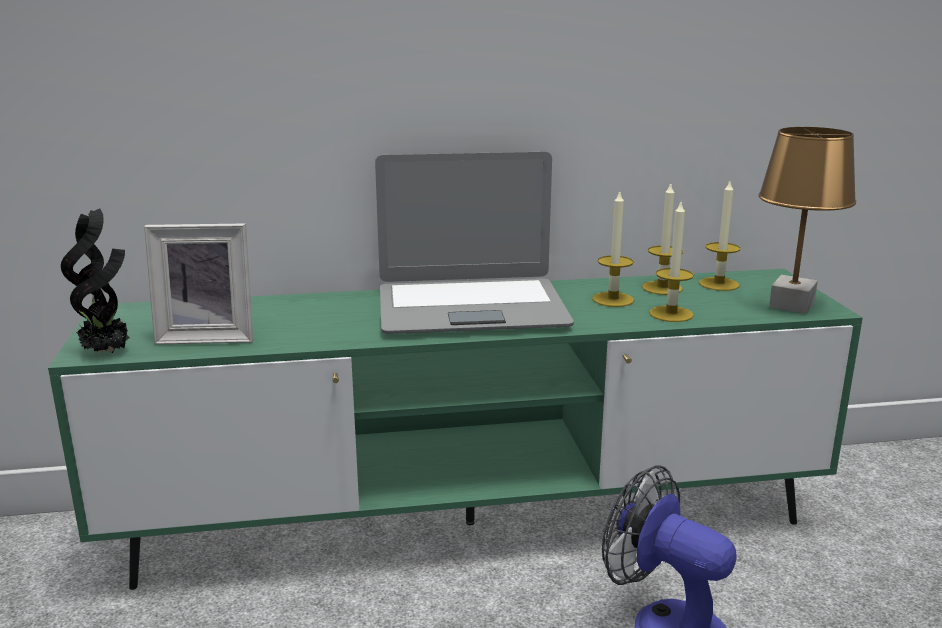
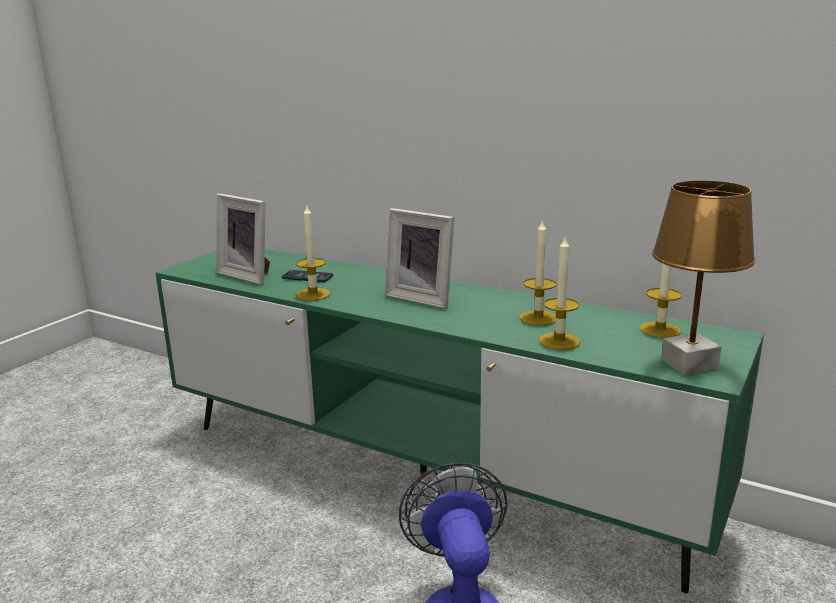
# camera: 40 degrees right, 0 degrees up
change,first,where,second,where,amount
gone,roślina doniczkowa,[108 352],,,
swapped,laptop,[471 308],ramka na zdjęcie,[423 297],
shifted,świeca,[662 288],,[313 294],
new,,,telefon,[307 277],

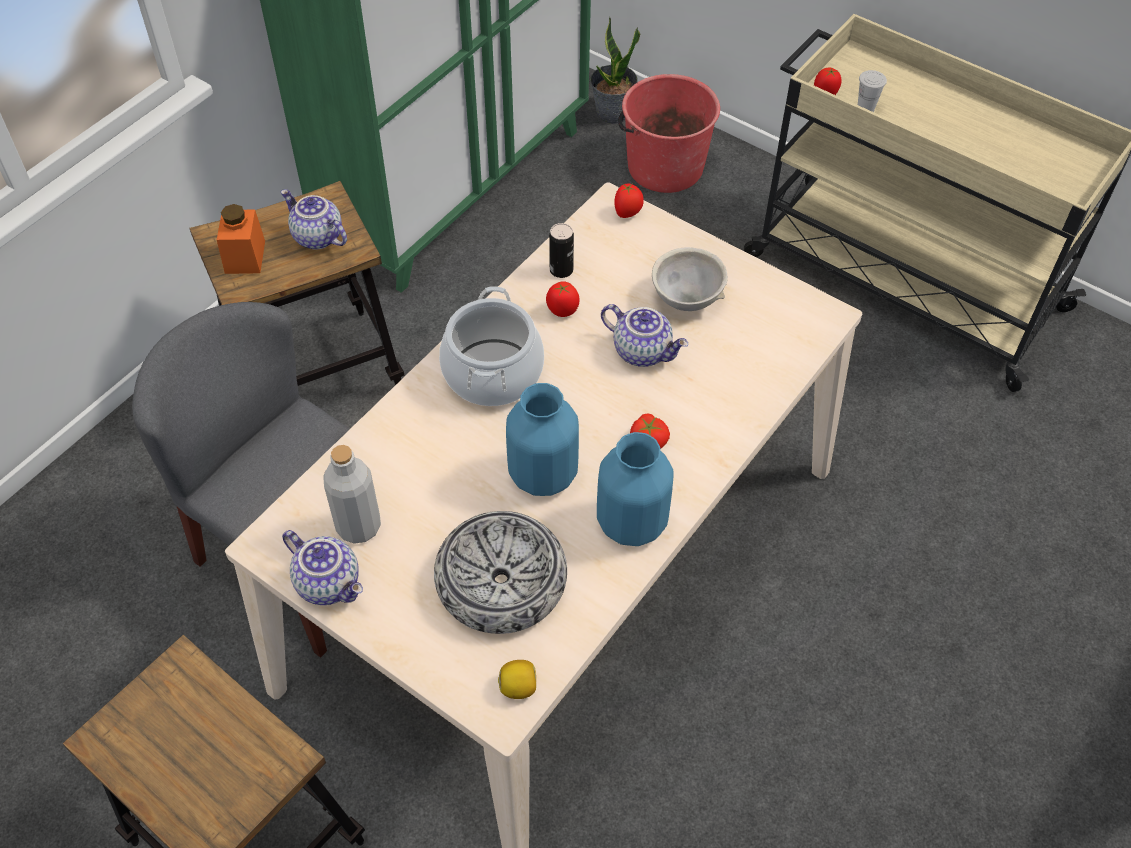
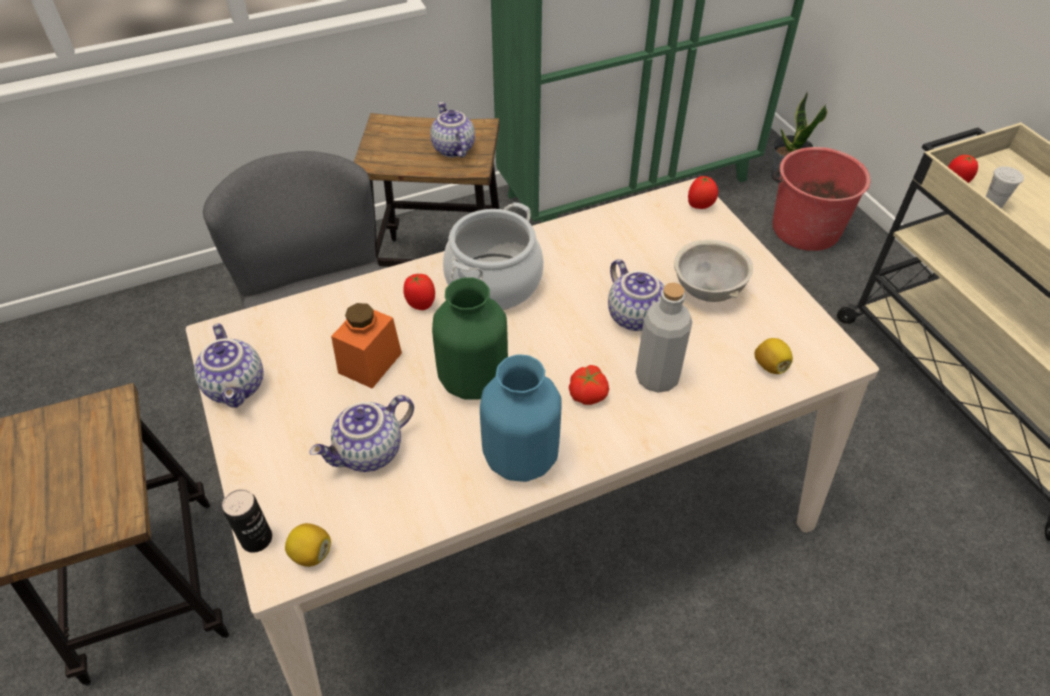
# camera: 30 degrees right, 5 degrees down
change,first,where,second,where,amount
shifted,słoik [pomarańczowy],[245 257],,[370 363],
shifted,butelka [szary],[358 526],,[657 377],
swapped,miska,[501 581],imbryk,[370 453],
repainted,wazon [niebieski],[543 473],wazon [zielony],[474 379],
shifted,pomidor,[562 311],,[420 304],
shifted,puszka,[561 270],,[256 539],
new,,,cytryna,[770 366],

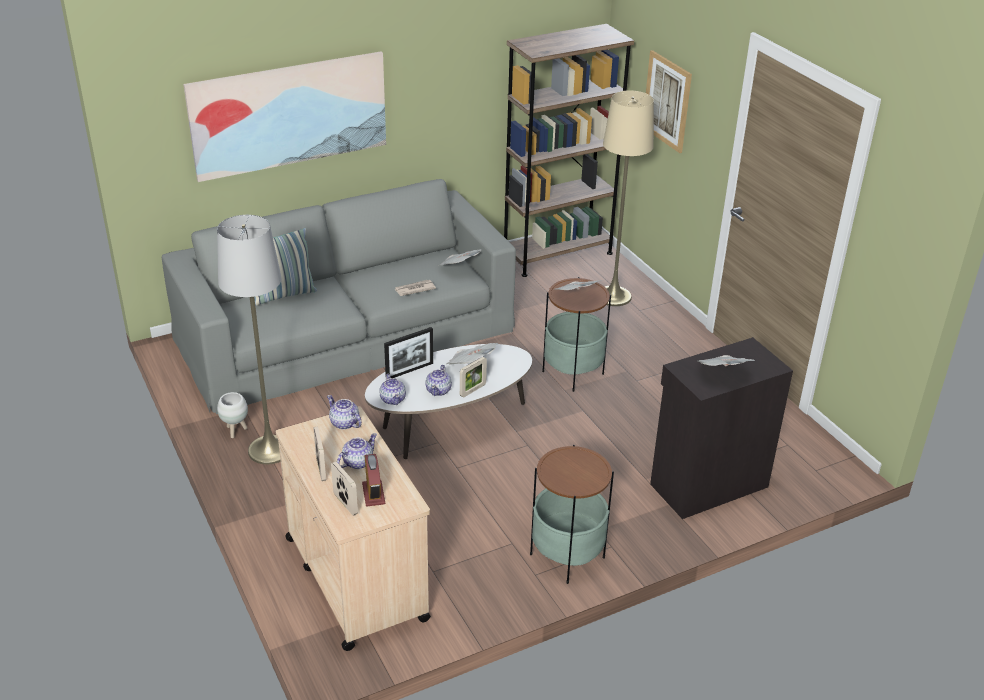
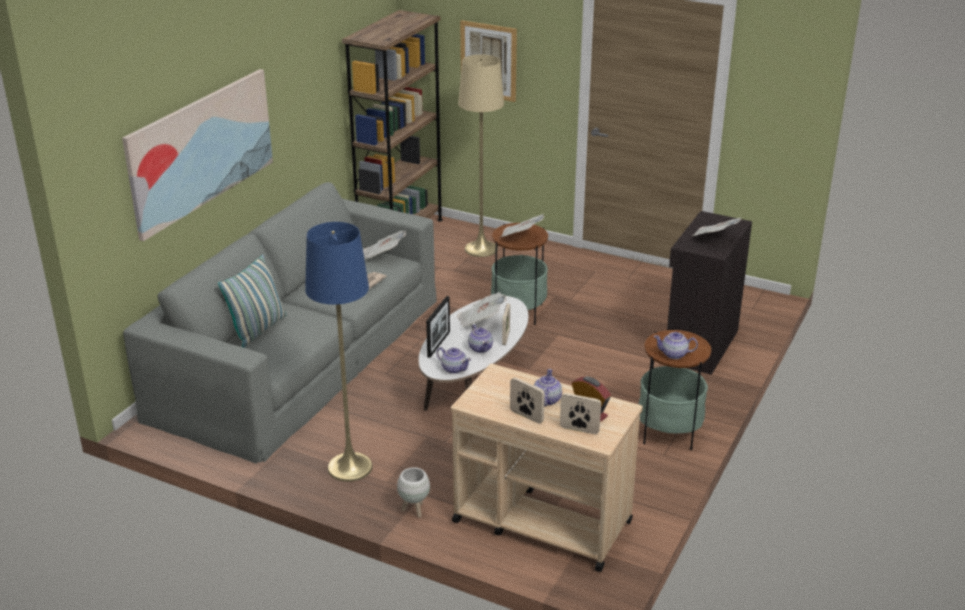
# camera: 35 degrees left, 5 degrees down
change,first,where,second,where,amount
repainted,lampa stojąca [szary],[270 450],lampa stojąca [niebieski],[350 467],
shifted,donica [biały],[235 431],,[414 510],
shifted,imbryk,[344 423],,[674 354],

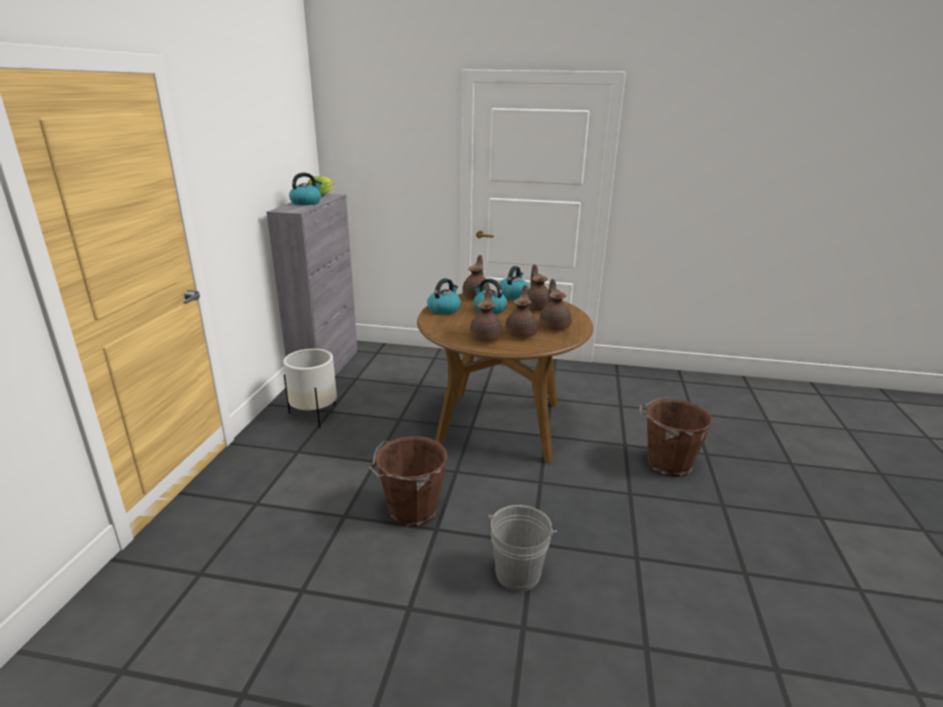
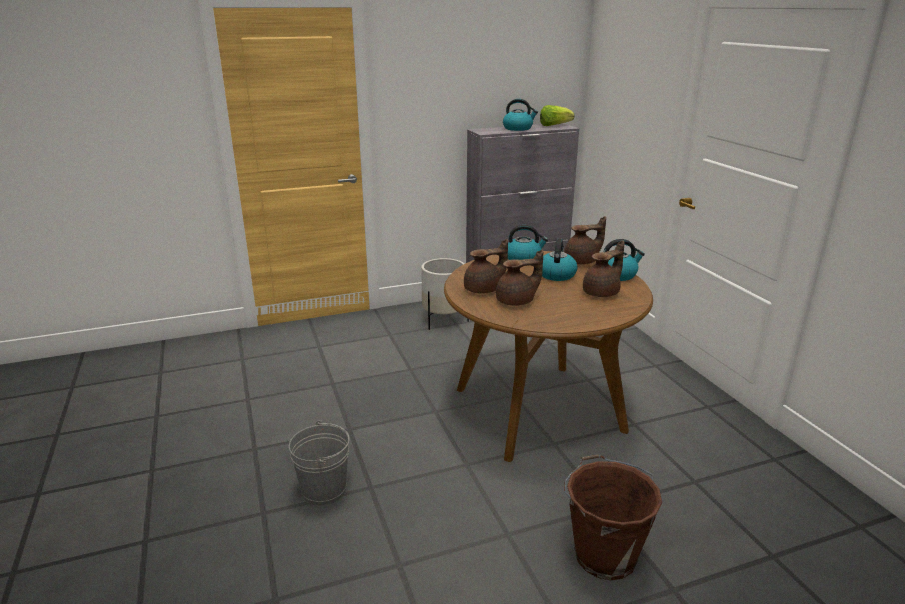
# camera: 60 degrees right, 0 degrees up
change,first,where,second,where,amount
gone,wiadro [brązowy],[411 511],,,
gone,imbryk [brązowy],[554 326],,,

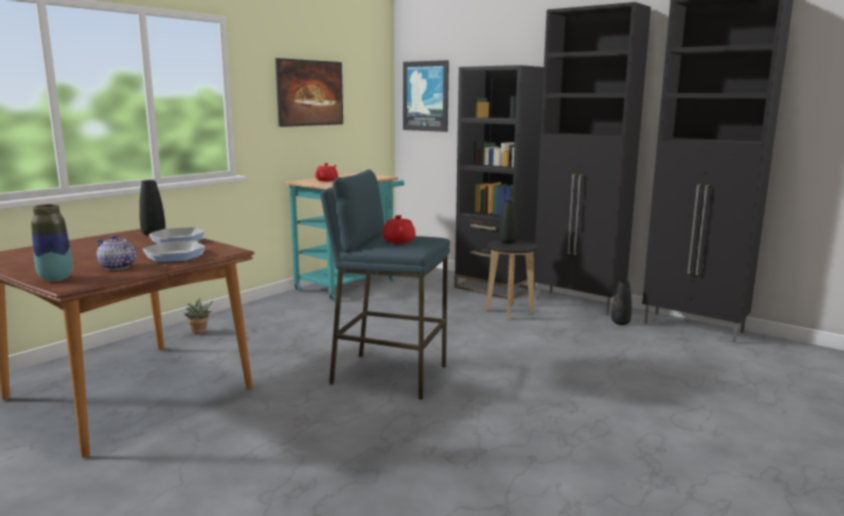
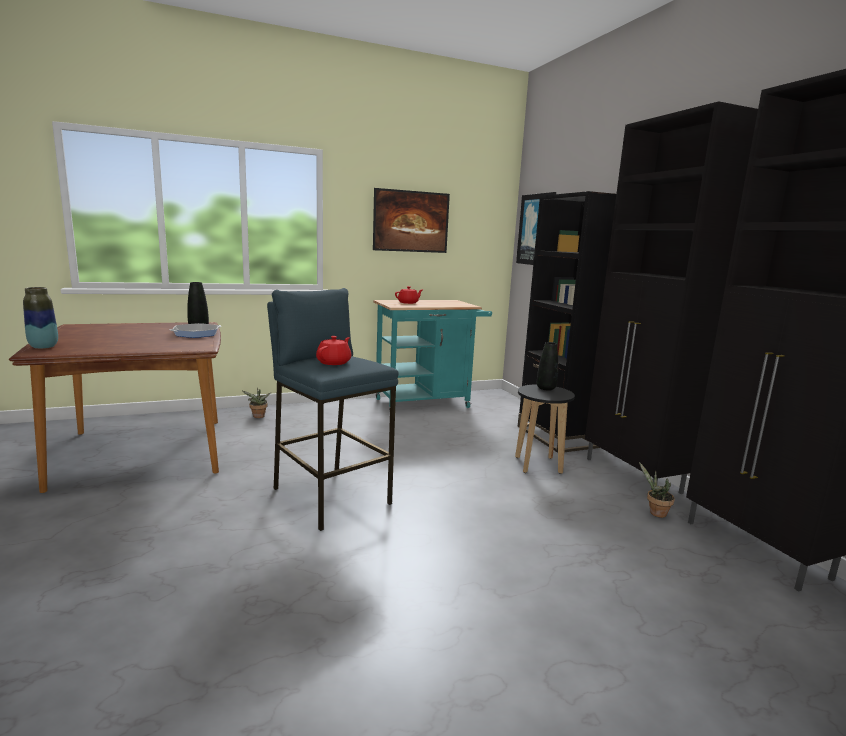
# camera: 30 degrees right, 0 degrees up
change,first,where,second,where,amount
gone,imbryk,[117 267],,,
gone,patelnia,[175 256],,,
swapped,wazon [czarny],[620 323],roślina doniczkowa,[655 513],

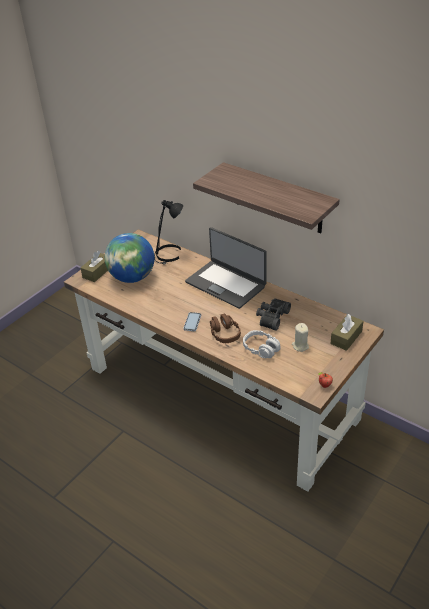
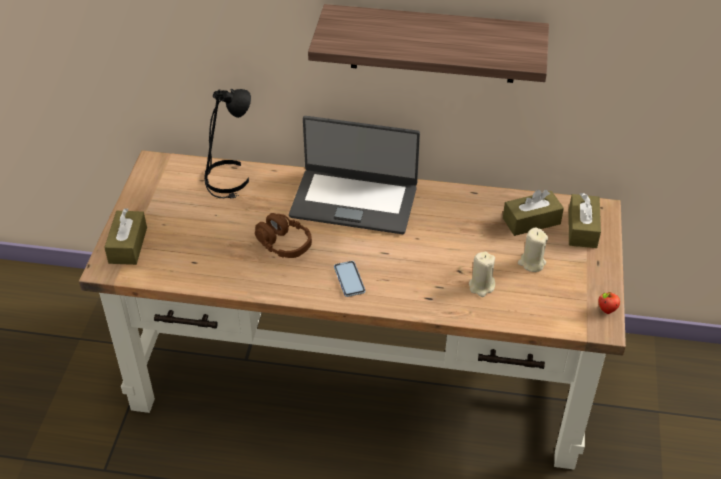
# camera: 30 degrees left, 5 degrees up
change,first,where,second,where,amount
gone,globus,[132 277],,,
shifted,słuchawki [brązowy],[225 334],,[284 244],
swapped,słuchawki [szary],[261 349],świeca [beżowy],[481 286],
gone,lornetka [czarny],[271 317],,,
new,,,pudełko chusteczek [brązowy],[531 221],

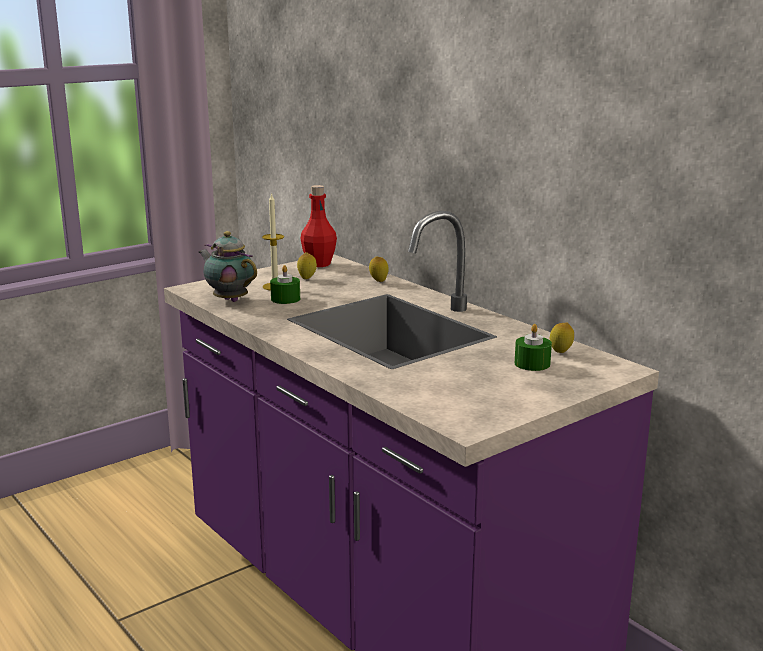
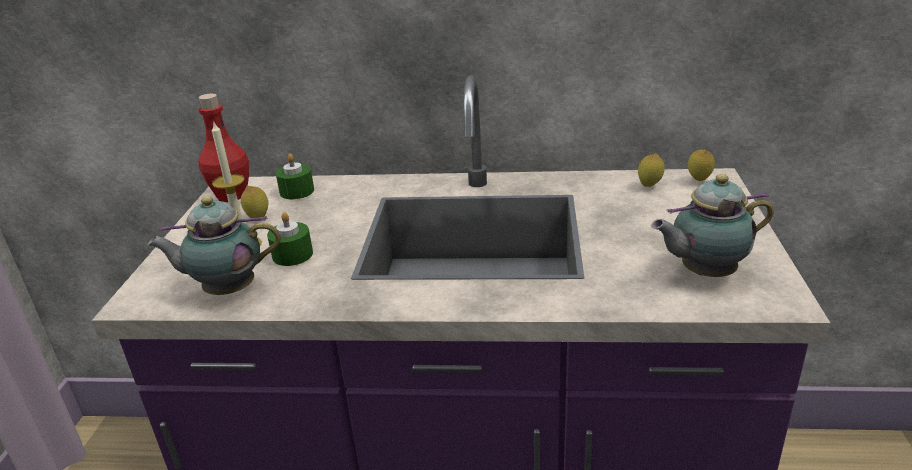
# camera: 45 degrees left, 10 degrees up
change,first,where,second,where,amount
shifted,cytryna,[378 281],,[699 180],
shifted,świeca [zielony],[532 364],,[297 191],
new,,,imbryk,[704 273],

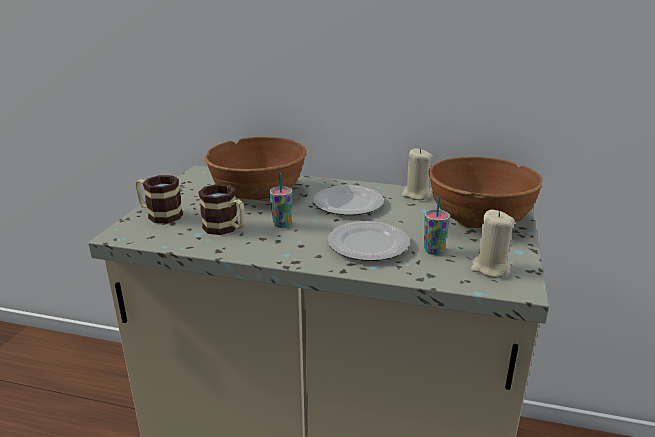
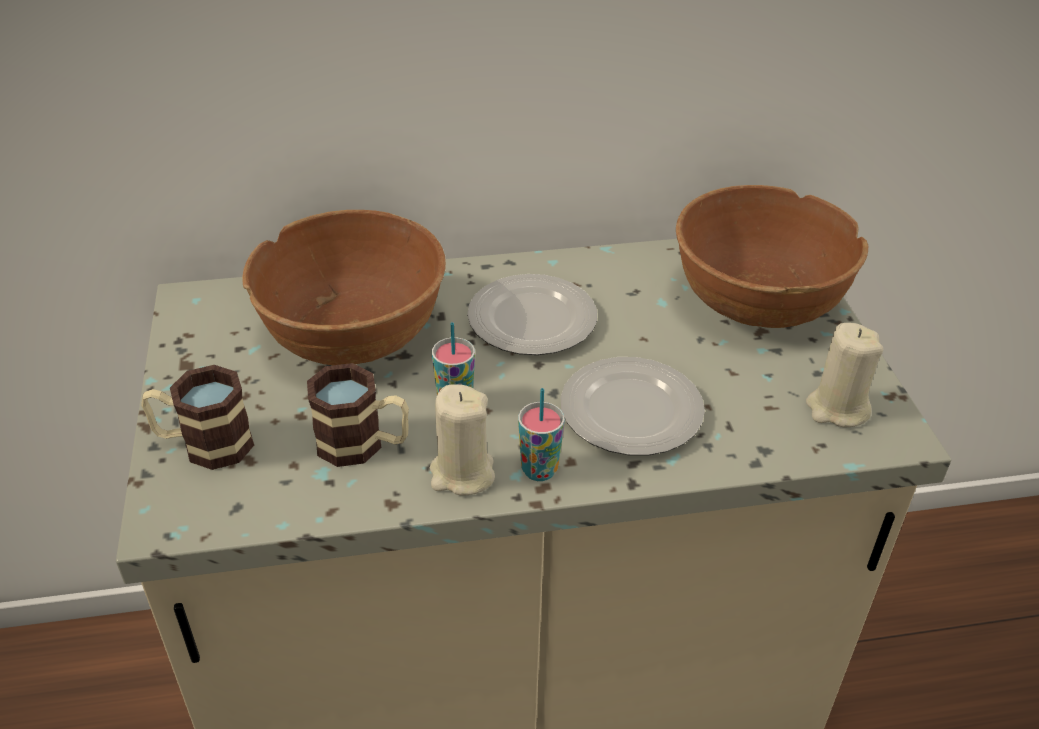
# camera: 25 degrees left, 15 degrees up
change,first,where,second,where,amount
shifted,świeca [beżowy],[416 195],,[462 474],
shifted,filiżanka,[433 250],,[539 470],

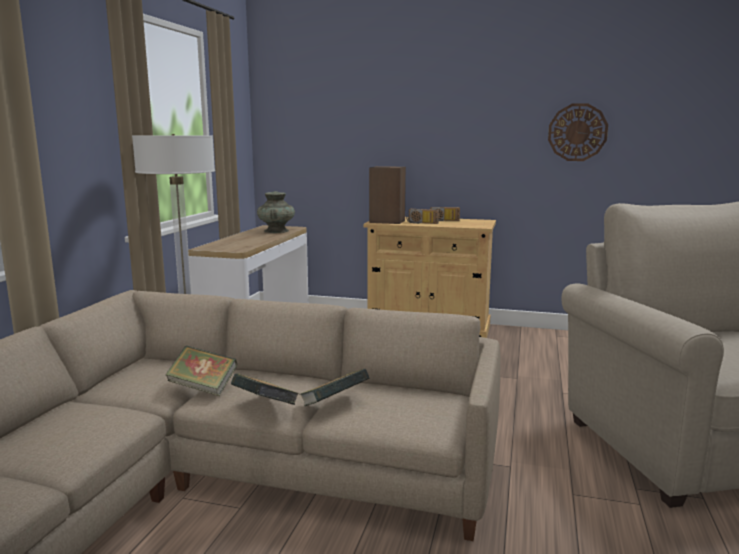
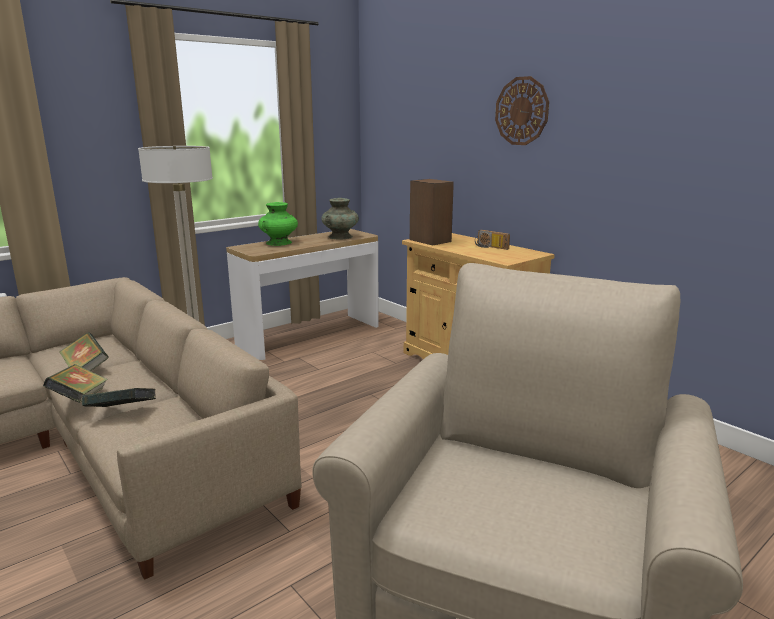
# camera: 35 degrees right, 5 degrees up
change,first,where,second,where,amount
gone,radio,[421 223],,,
shifted,zegar ścienny,[577 132],,[522 111],
new,,,wazon [zielony],[278 243],

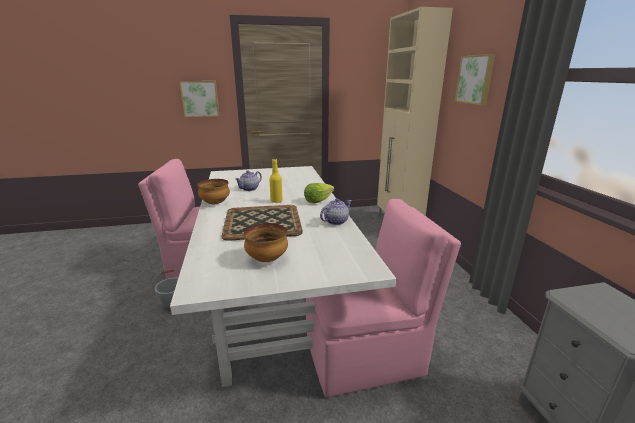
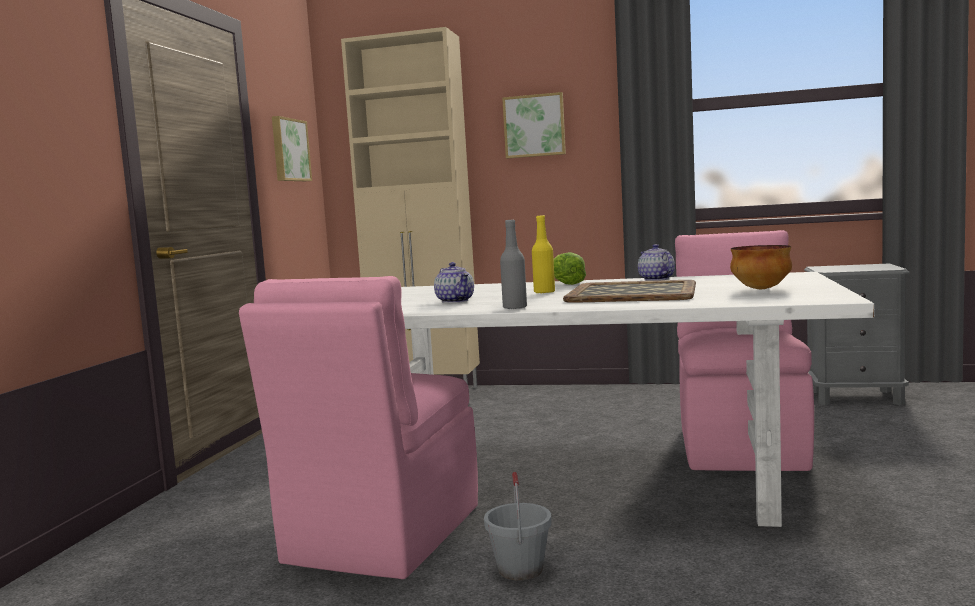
# camera: 65 degrees left, 15 degrees down
change,first,where,second,where,amount
shifted,obraz,[200 98],,[289 150],
swapped,miska,[215 203],butelka [szary],[515 308],

